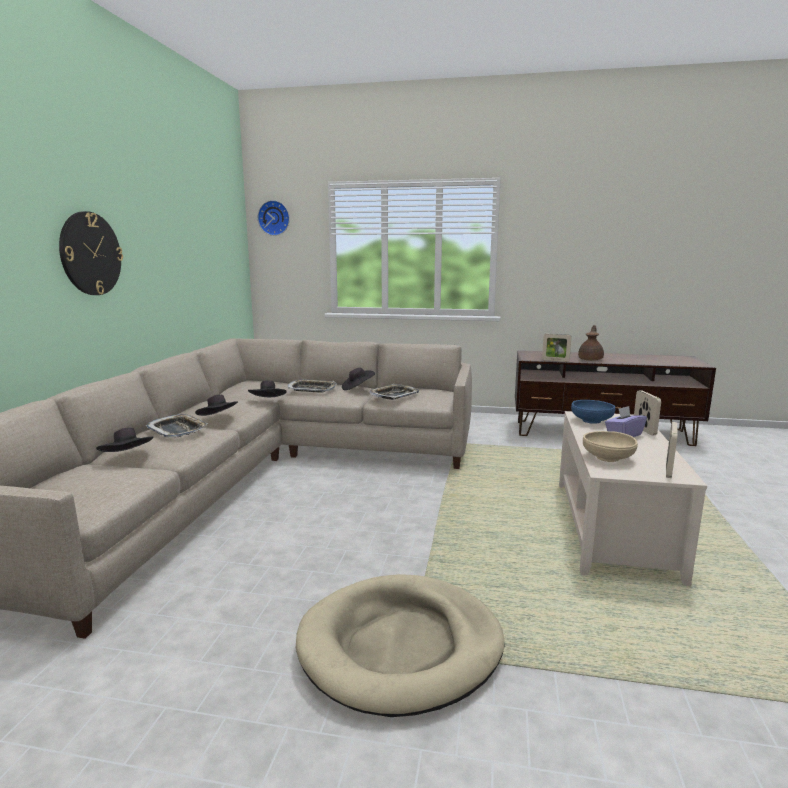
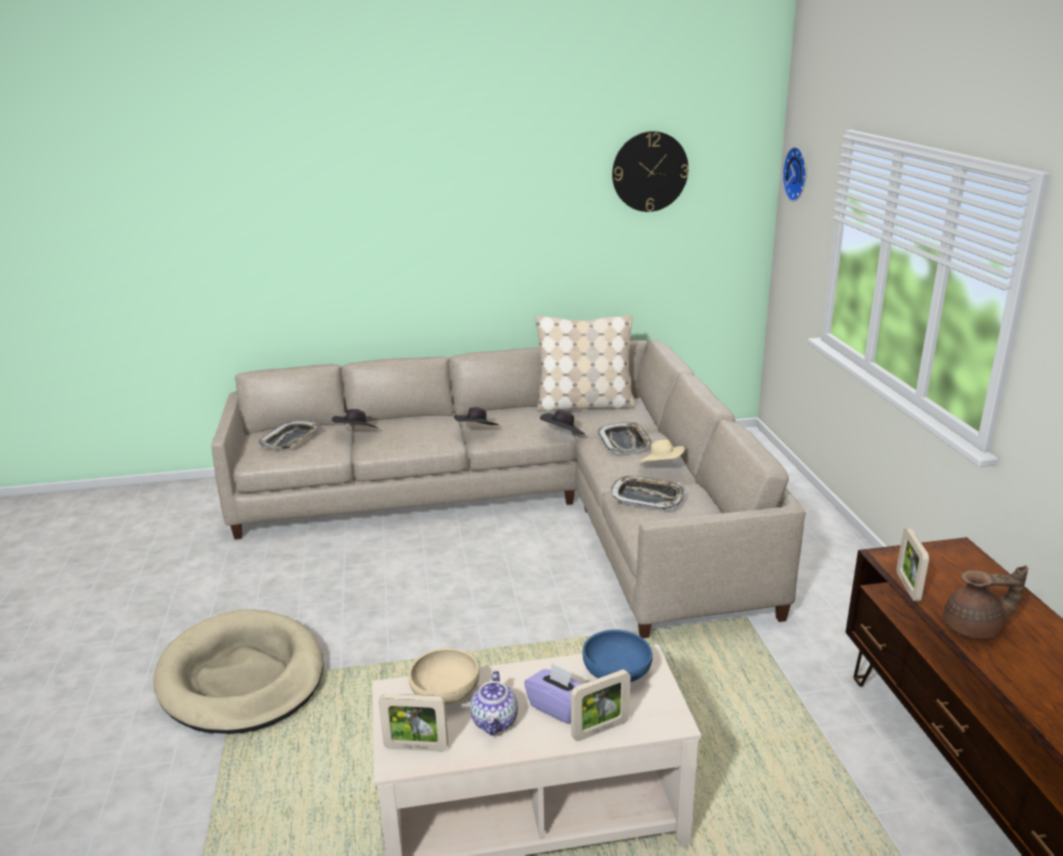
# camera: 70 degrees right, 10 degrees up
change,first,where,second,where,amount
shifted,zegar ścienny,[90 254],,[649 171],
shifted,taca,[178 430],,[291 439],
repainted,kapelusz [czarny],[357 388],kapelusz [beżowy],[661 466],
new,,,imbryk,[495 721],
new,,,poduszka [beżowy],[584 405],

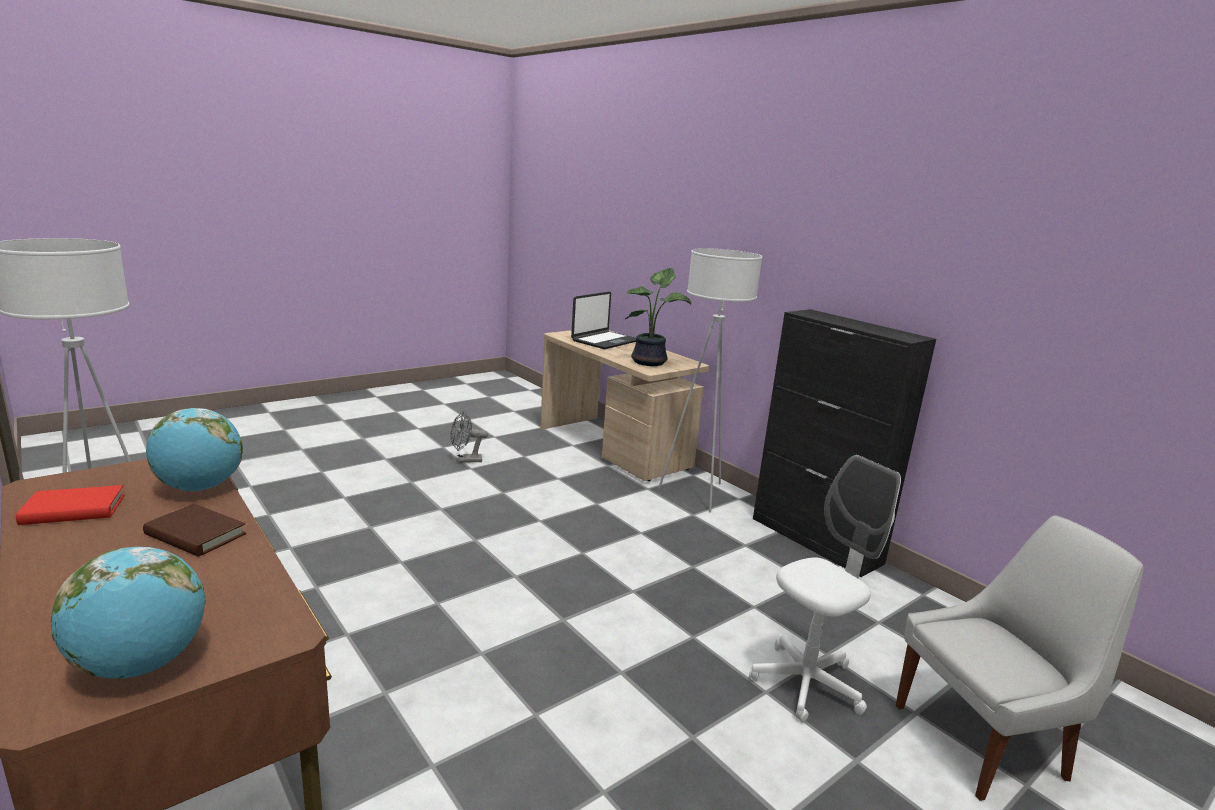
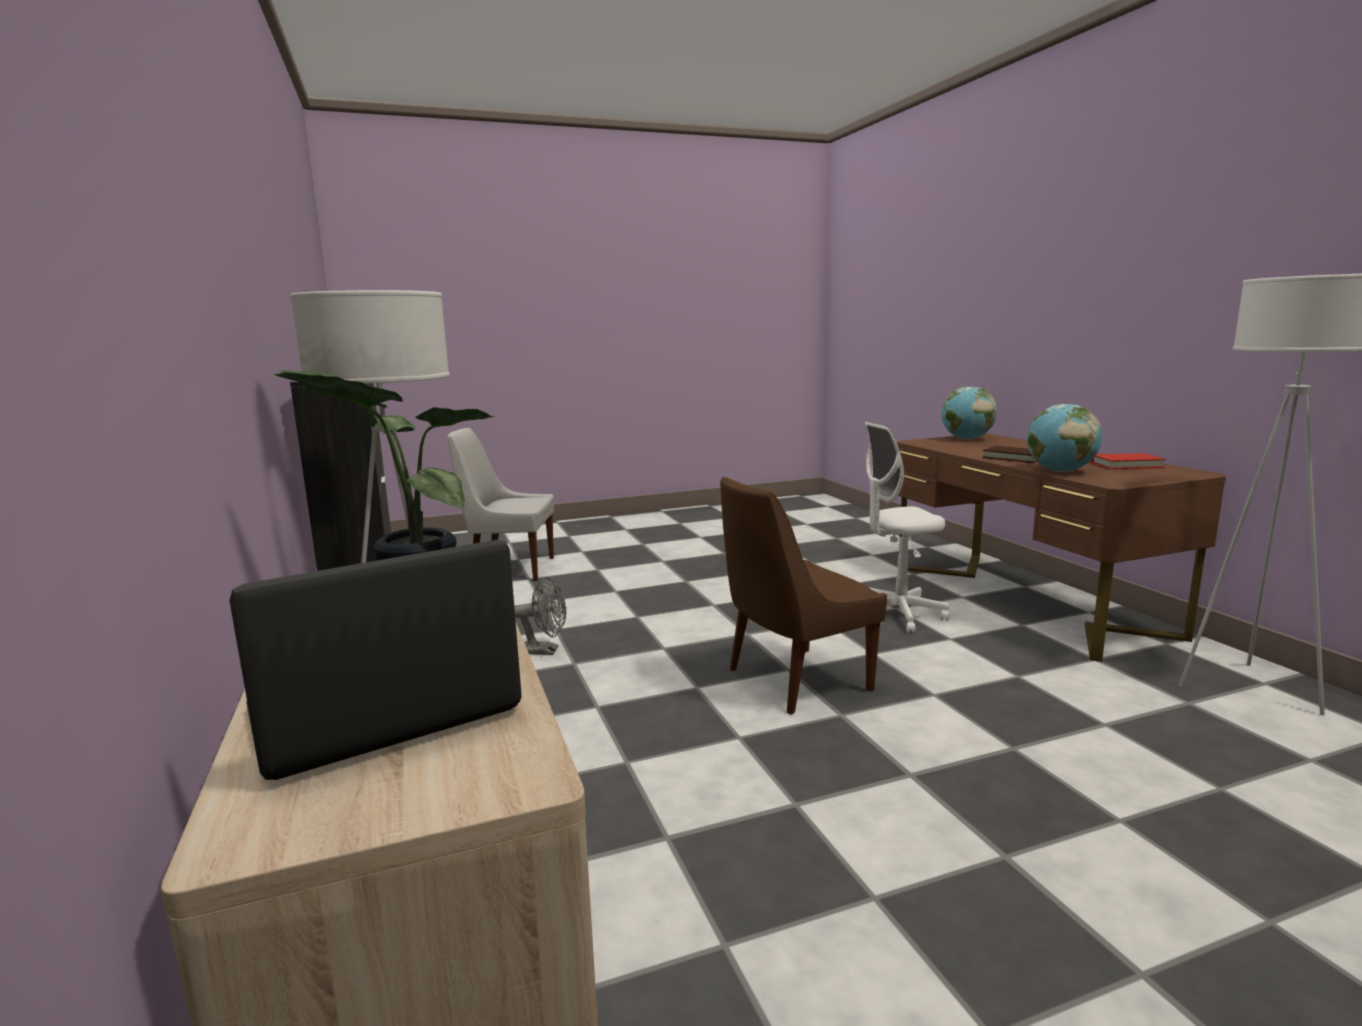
# camera: 160 degrees left, 5 degrees down
change,first,where,second,where,amount
shifted,wentylator [szary],[465 460],,[545 651],
shifted,krzesło biurowe [biały],[806 684],,[898 615],
new,,,krzesło [brązowy],[793 681],

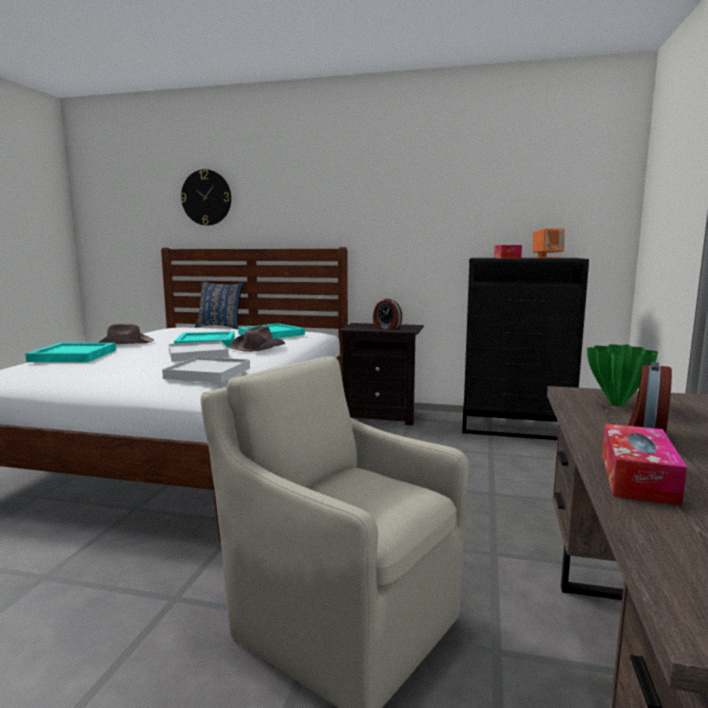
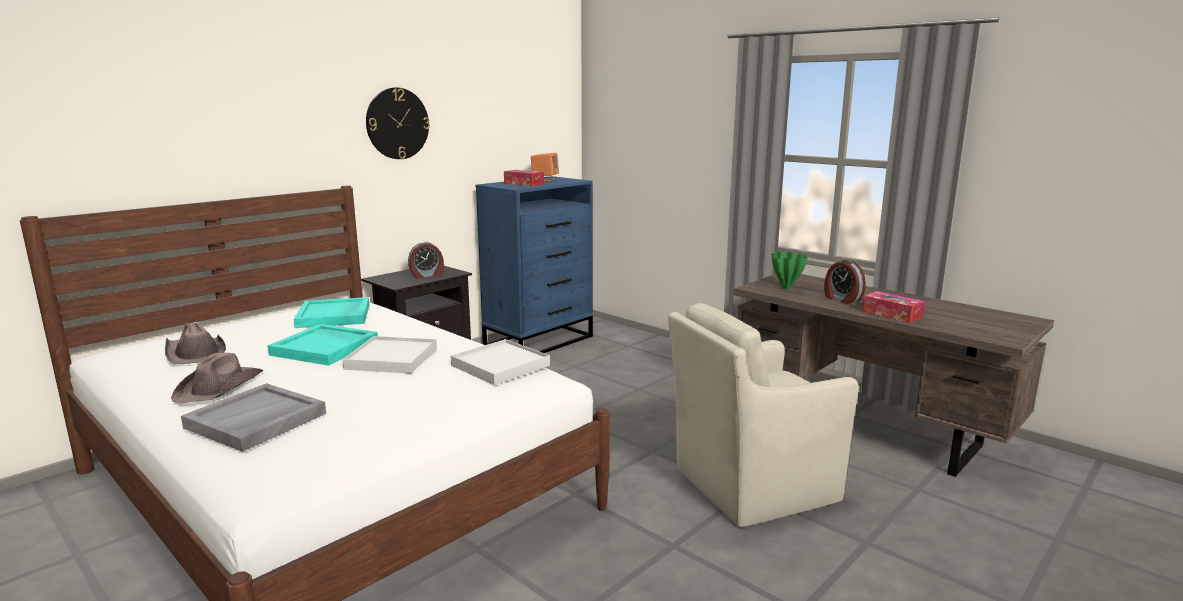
# camera: 60 degrees left, 5 degrees up
change,first,where,second,where,amount
repainted,taca [turkusowy],[72 356],taca [szary],[255 421],
shifted,zegar ścienny,[206 197],,[397 123],
gone,poduszka [niebieski],[220 327],,,
shifted,kapelusz [brązowy],[257 347],,[195 353],
repainted,komoda [czarny],[516 427],komoda [niebieski],[540 341],

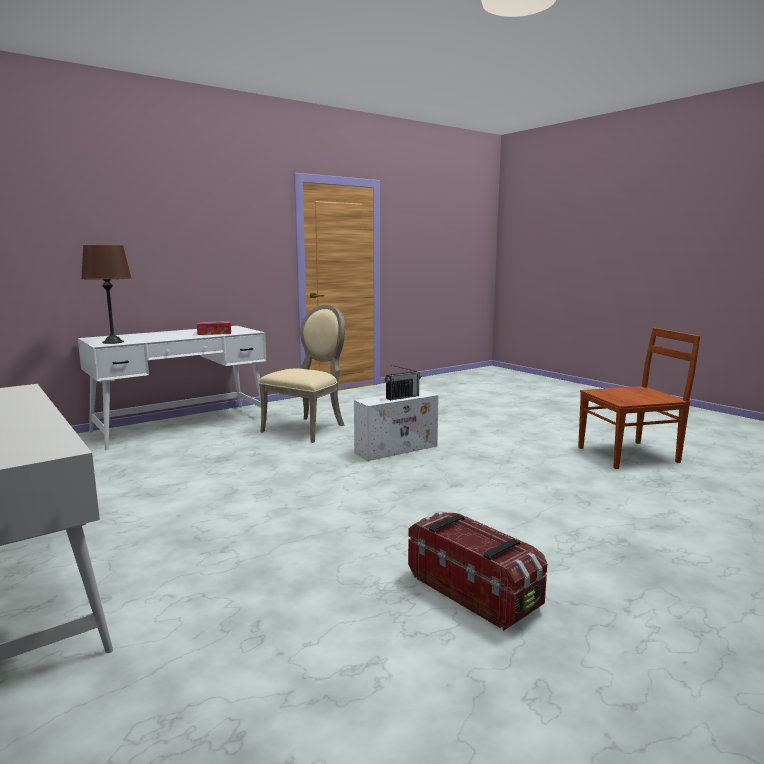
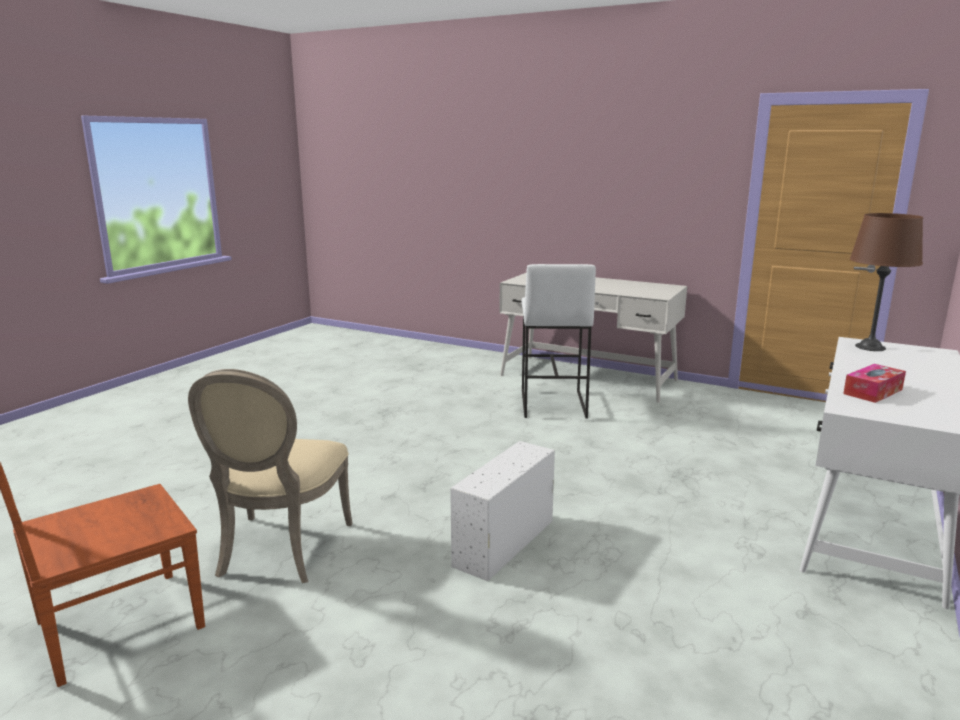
# camera: 155 degrees right, 5 degrees up
change,first,where,second,where,amount
shifted,krzesło [beżowy],[308 428],,[280 551],
gone,radio,[402 397],,,
gone,pojemnik do przechowywania,[474 591],,,
new,,,stołek [biały],[552 403],

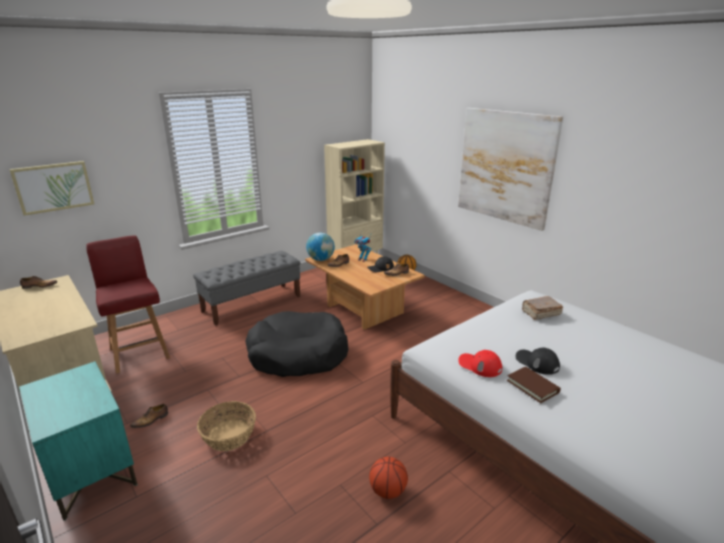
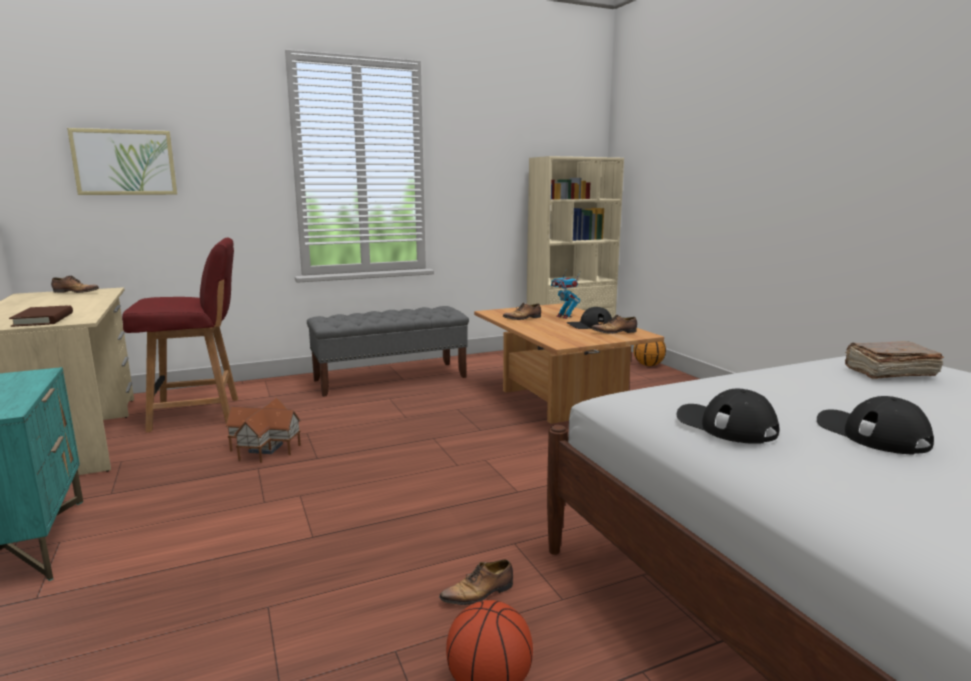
# camera: 15 degrees right, 10 degrees down
change,first,where,second,where,amount
rotated,krzesło [czerwony],[139 352],,[198 414],90 degrees clockwise
shifted,but,[151 420],,[479 593],
gone,koszyk,[228 435],,,
gone,legowisko [czarny],[298 354],,,
gone,globus,[321 259],,,
gone,obraz,[505 166],,,
repainted,czapka z daszkiem [czerwony],[479 365],czapka z daszkiem [czarny],[725 425],
shifted,książka [brązowy],[532 386],,[43 319],
new,,,domek,[267 448],

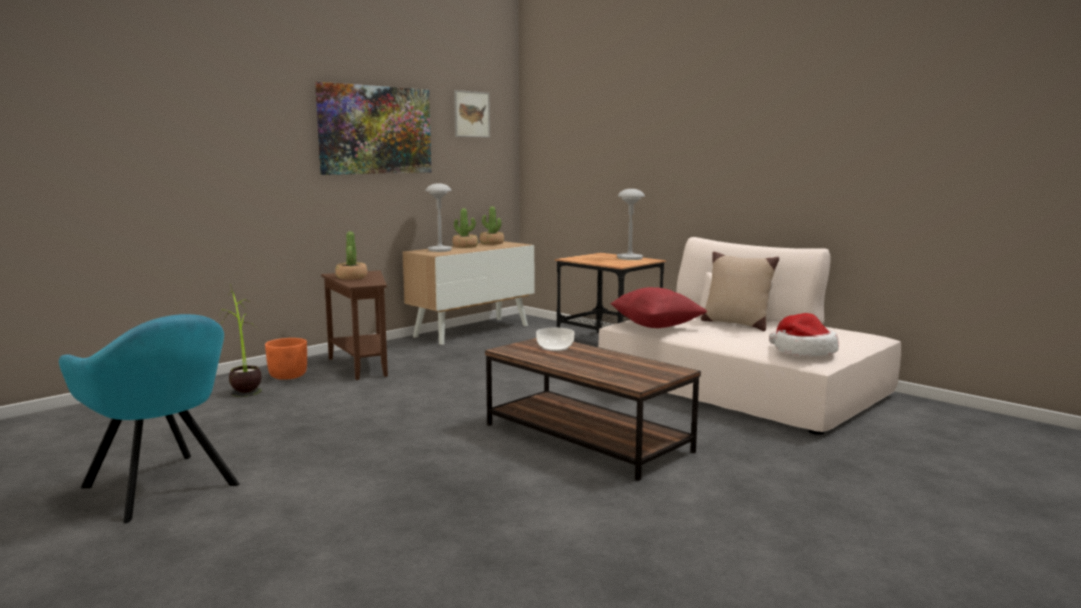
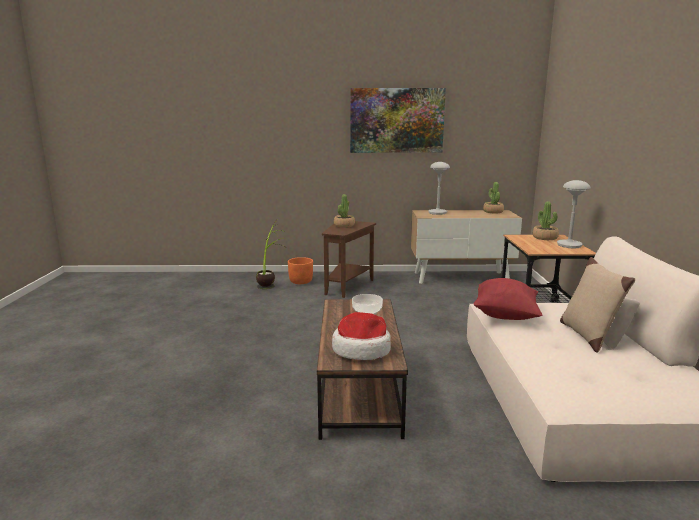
# camera: 45 degrees right, 5 degrees up
change,first,where,second,where,amount
gone,fotel [turkusowy],[163 488],,,
shifted,roślina doniczkowa,[465 246],,[545 238],
gone,obraz,[471 114],,,
shifted,kapelusz,[803 351],,[361 349],

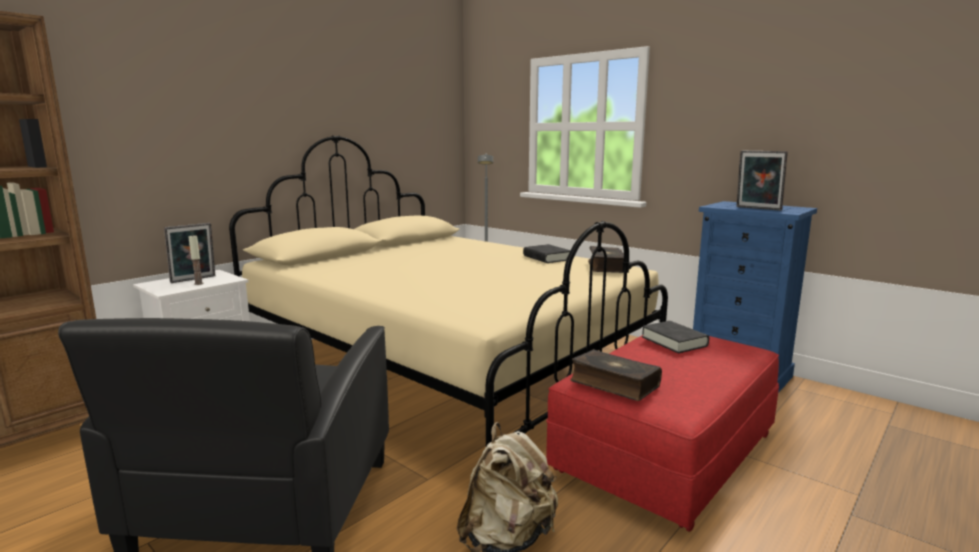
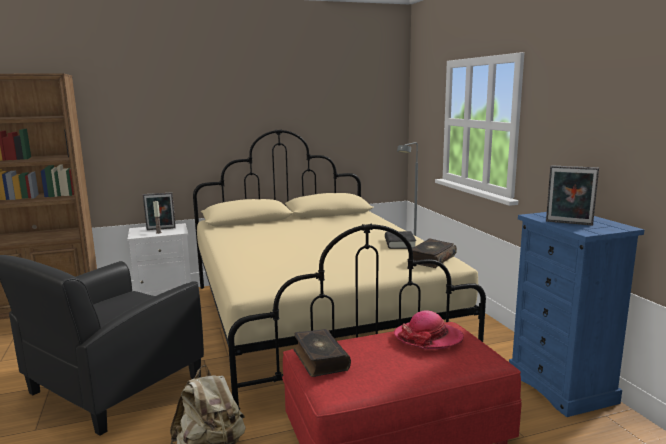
# camera: 30 degrees right, 0 degrees up
change,first,where,second,where,amount
swapped,książka [czarny],[674 341],kapelusz,[428 337],
rotated,ramka na zdjęcie,[757 208],,[568 223],45 degrees counterclockwise

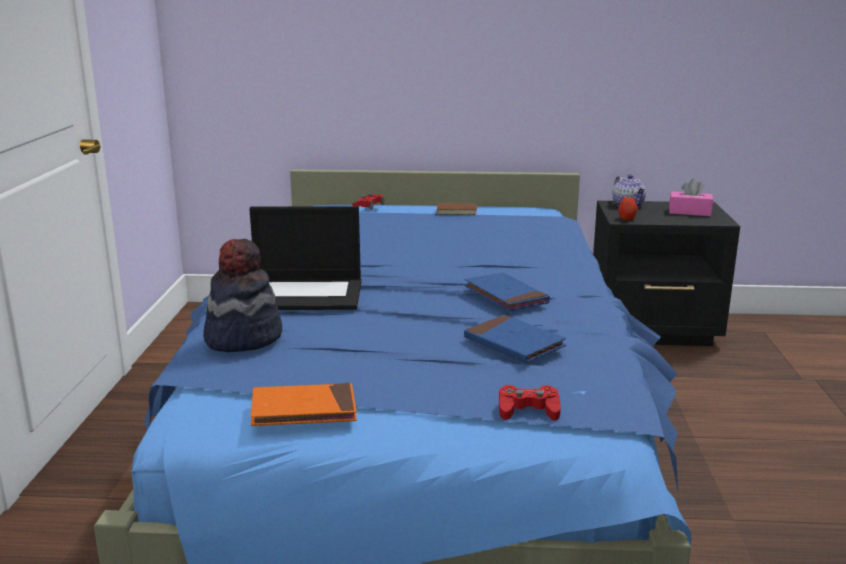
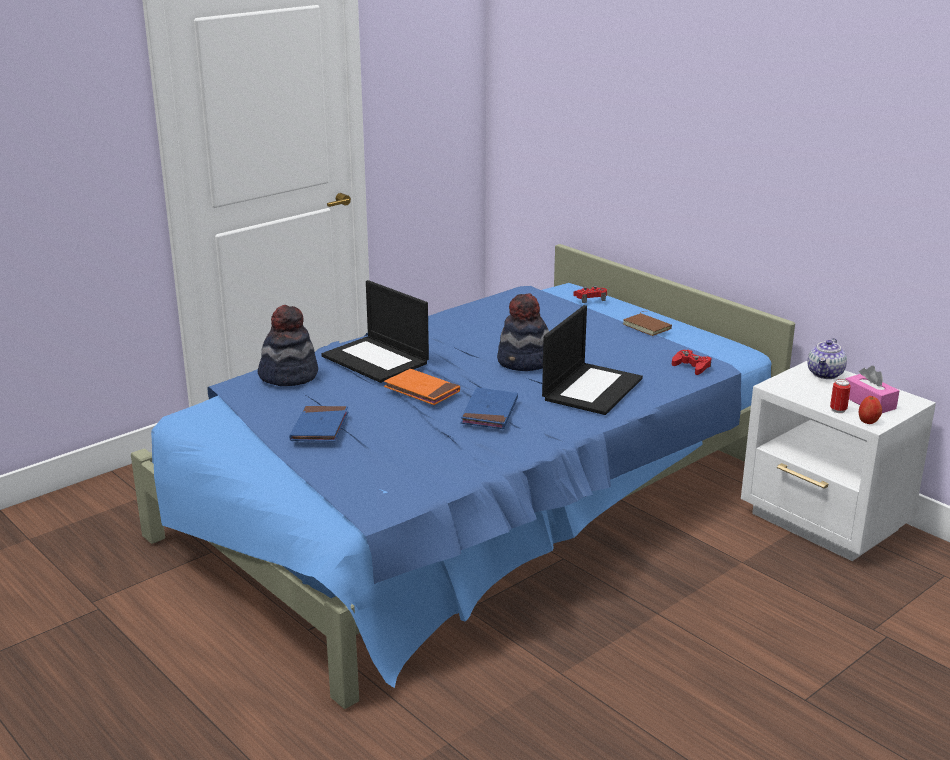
# camera: 45 degrees right, 5 degrees up
change,first,where,second,where,amount
shifted,książka [pomarańczowy],[304 410],,[422 390],
shifted,książka [niebieski],[514 343],,[319 427],
shifted,pad do gier [czerwony],[528 410],,[691 366],
repainted,szafka nocna [czarny],[655 330],szafka nocna [biały],[825 523],
shifted,jabłko,[627 219],,[868 421],
new,,,kapelusz,[525 362],
new,,,laptop,[592 388],
new,,,puszka,[838 410],

